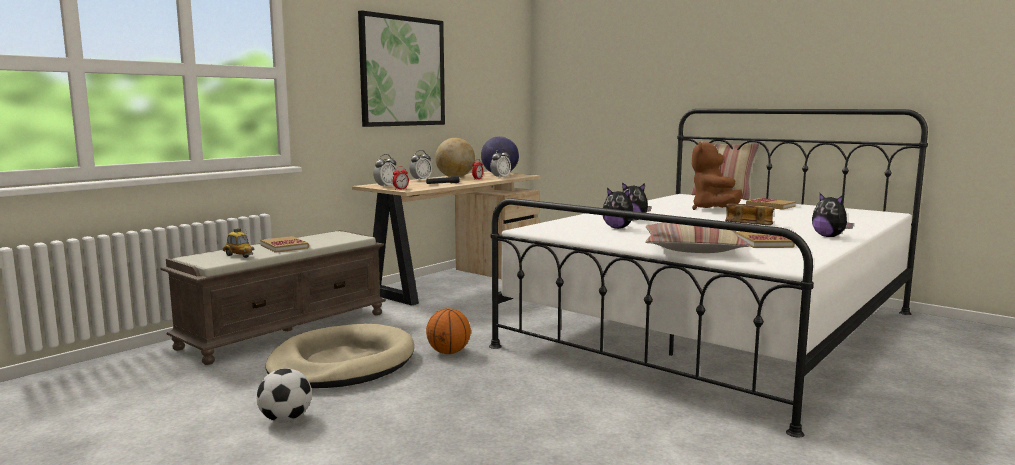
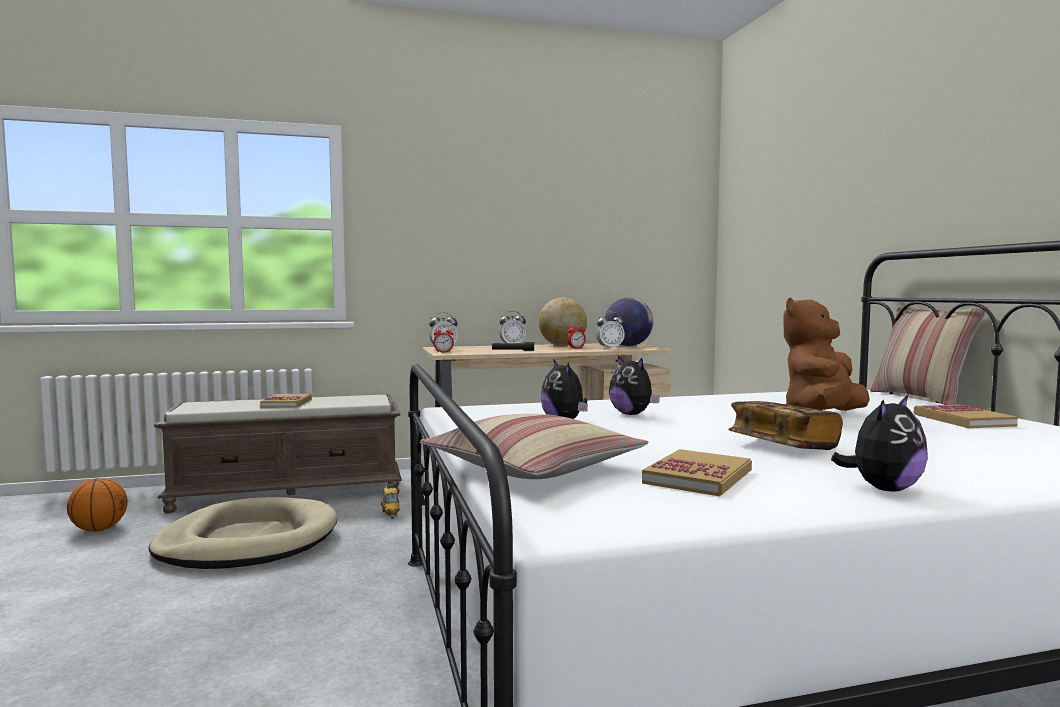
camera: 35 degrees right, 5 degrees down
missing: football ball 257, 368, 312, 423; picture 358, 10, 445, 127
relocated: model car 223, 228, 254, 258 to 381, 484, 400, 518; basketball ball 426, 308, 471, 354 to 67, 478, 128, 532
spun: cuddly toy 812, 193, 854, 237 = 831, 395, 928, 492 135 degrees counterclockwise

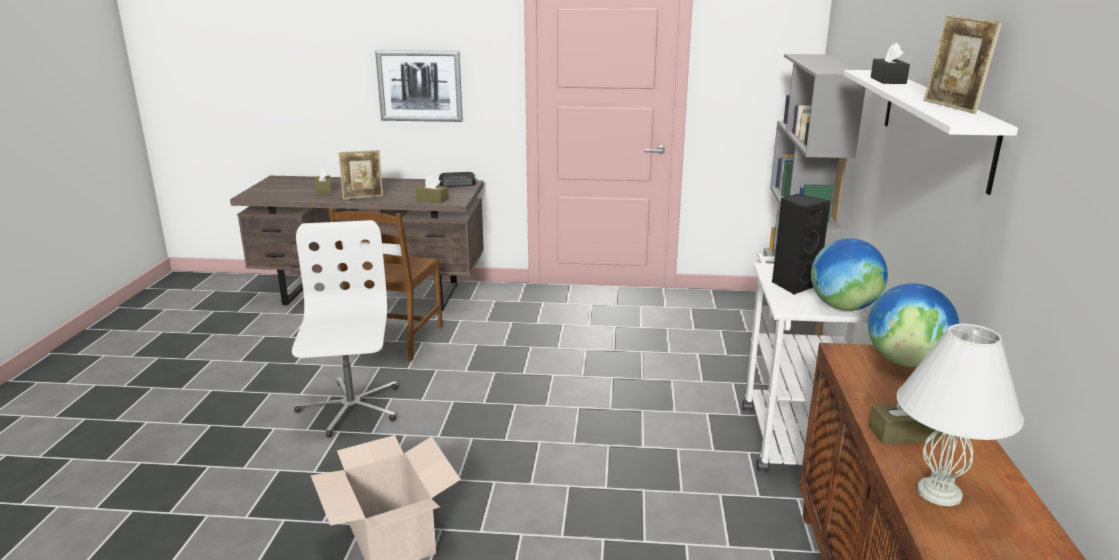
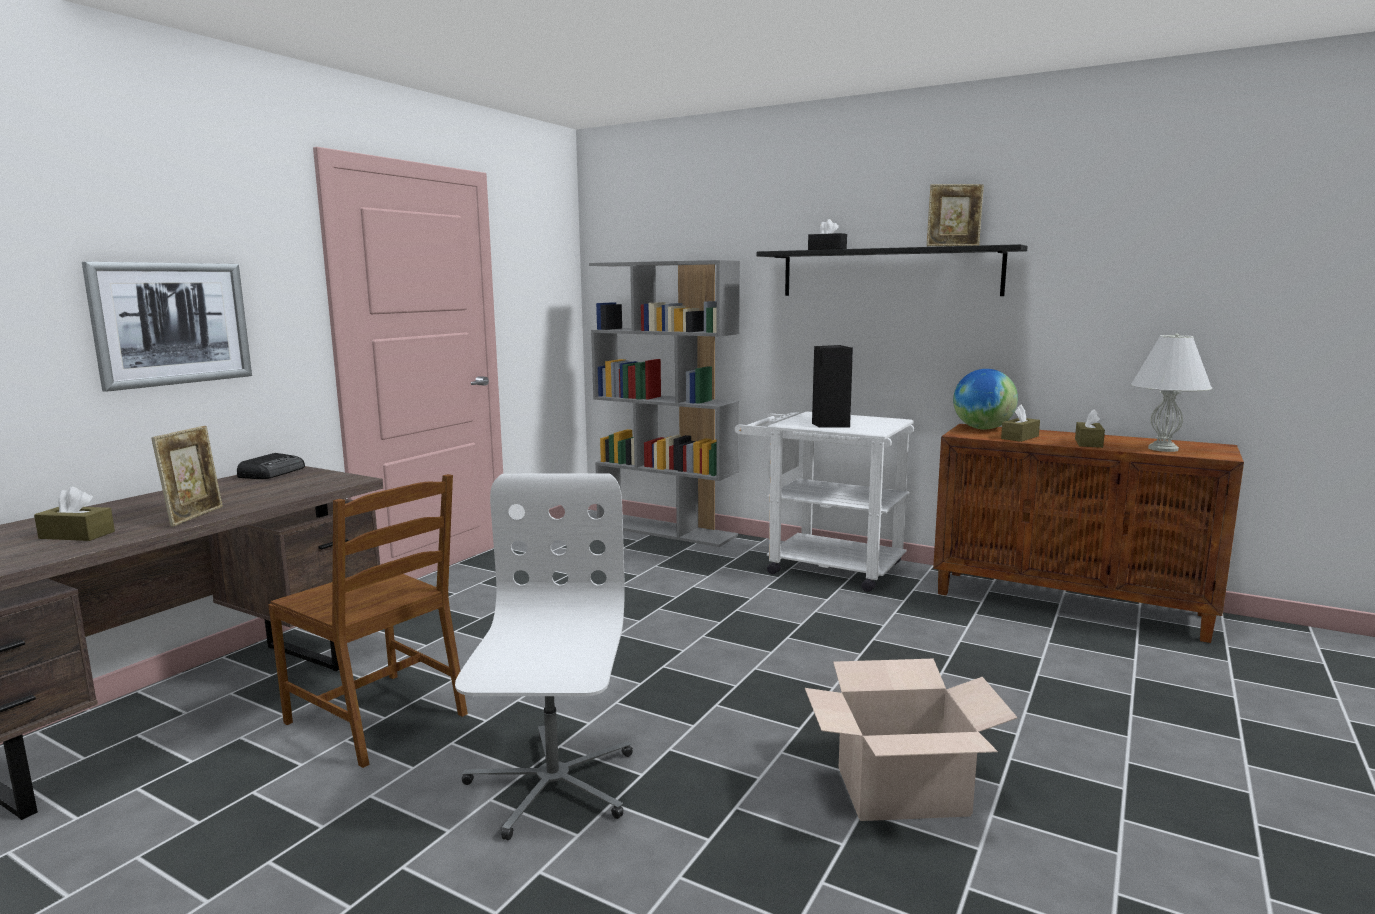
camera: 65 degrees left, 10 degrees down
missing: globe 811, 238, 888, 311
relocated: box of tissues (brown-coloured) 415, 175, 449, 203 to 1001, 405, 1040, 442
colour: bracket shelf (whitish) 843, 70, 1018, 195 to bracket shelf (black) 757, 244, 1028, 296
spun: office chair (whitish) 292, 220, 398, 437 = 455, 473, 633, 840 75 degrees clockwise

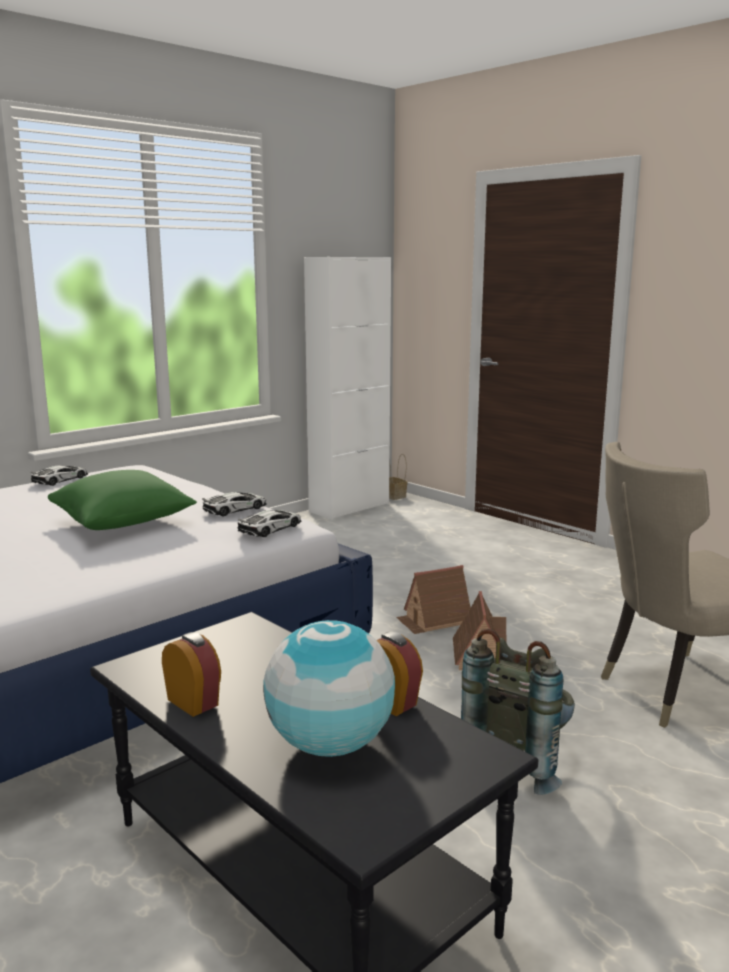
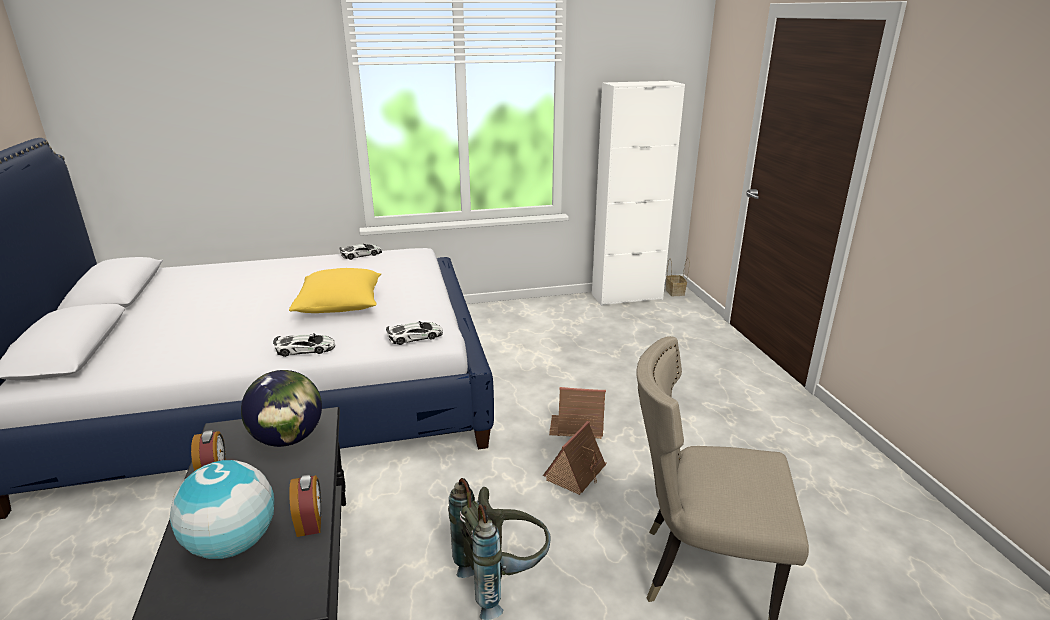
camera: 30 degrees right, 10 degrees up
appeared: globe 241, 370, 322, 447
relocated: model car 202, 492, 267, 516 to 273, 333, 335, 357
colour: pillow (greenish) 48, 470, 197, 530 to pillow (yellow-coloured) 289, 268, 381, 313

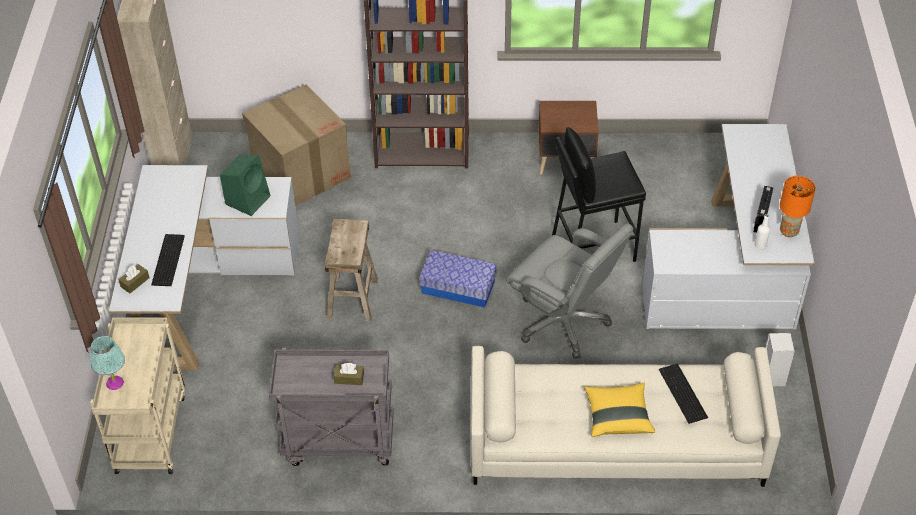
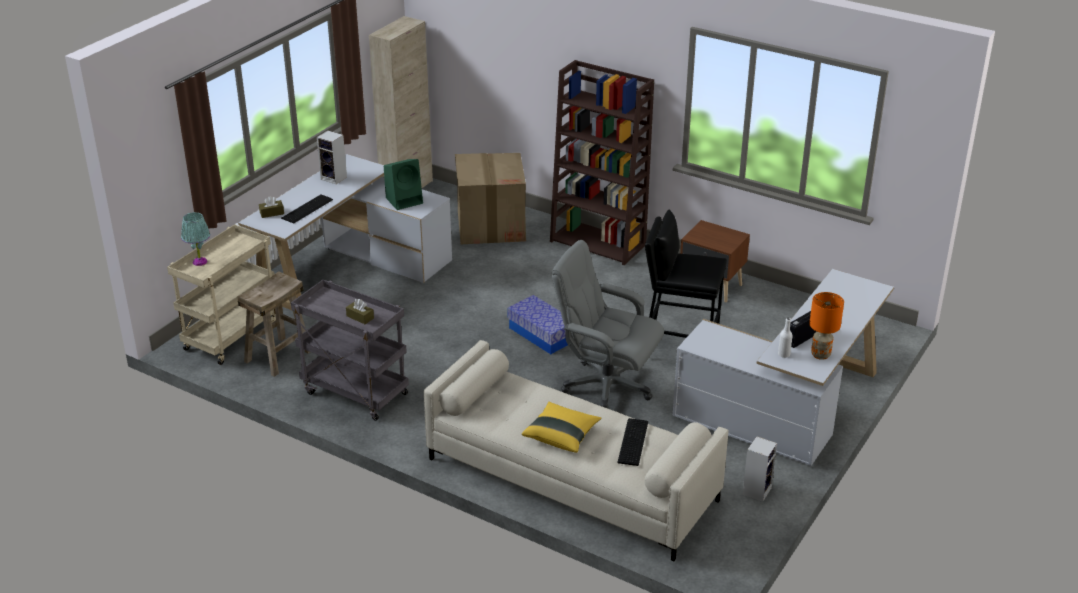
camera: 30 degrees right, 15 degrees down
appeared: speaker 317, 131, 347, 184
relocated: stool seat (sand-coloured) 325, 219, 378, 322 to 237, 271, 310, 377
spun: office chair (greyish) 506, 223, 633, 359 = 552, 240, 664, 408 135 degrees clockwise

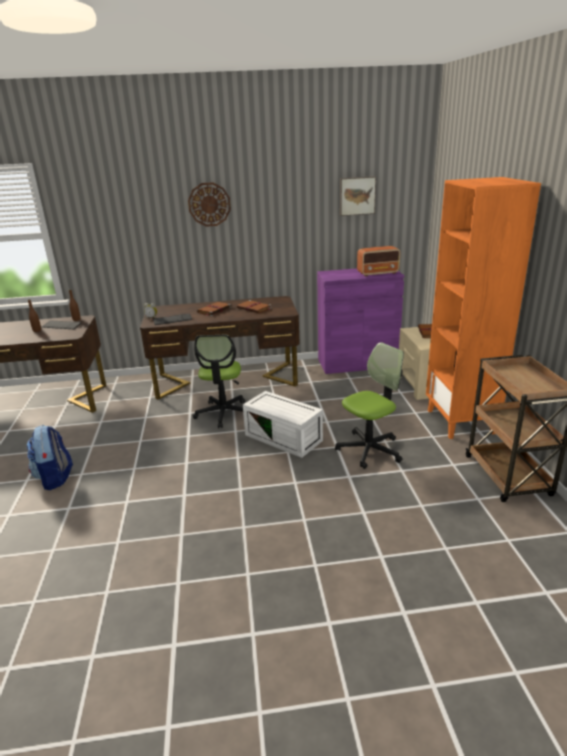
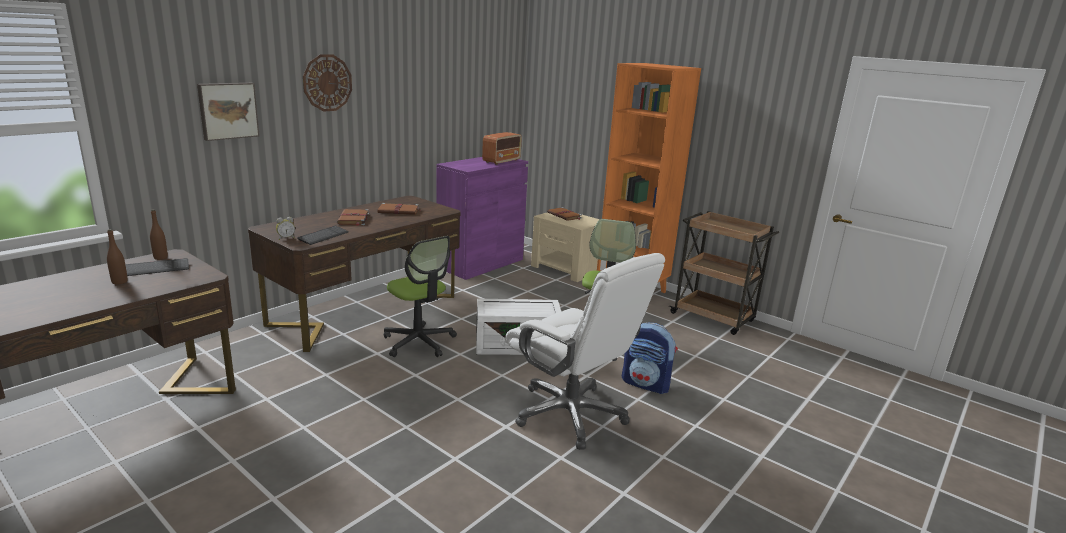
camera: 45 degrees left, 5 degrees down
appeared: office chair (whitish) 505, 253, 665, 450
relocated: knapsack 27, 425, 73, 490 to 622, 323, 678, 394; picture 340, 176, 376, 216 to 197, 83, 260, 141

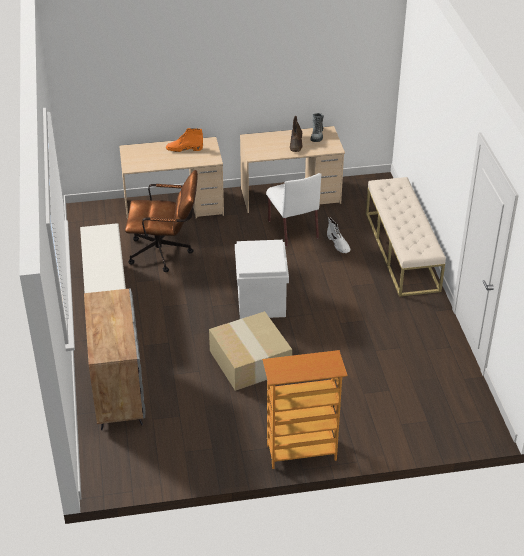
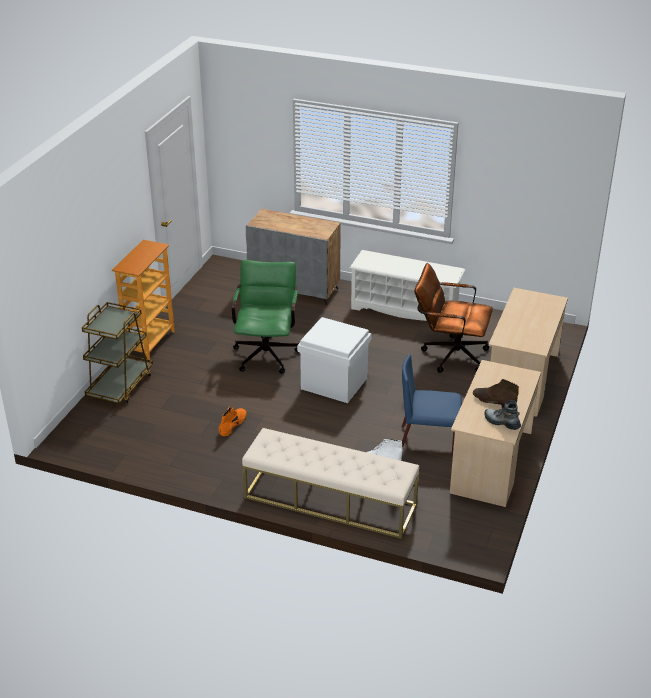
camera: 120 degrees right, 5 degrees down
appeared: trolley (brown-coloured) 82, 302, 153, 404
relocated: tall boot (orange-coloured) 166, 128, 203, 152 to 218, 406, 247, 436
exchanged: carton 209, 311, 292, 391 to office chair (greenish) 232, 260, 299, 374
colour: upright chair (whitish) 266, 173, 321, 247 to upright chair (blue) 402, 354, 462, 457
spun: office chair (brown-coloured) 125, 170, 198, 272 = 414, 263, 493, 373 75 degrees clockwise

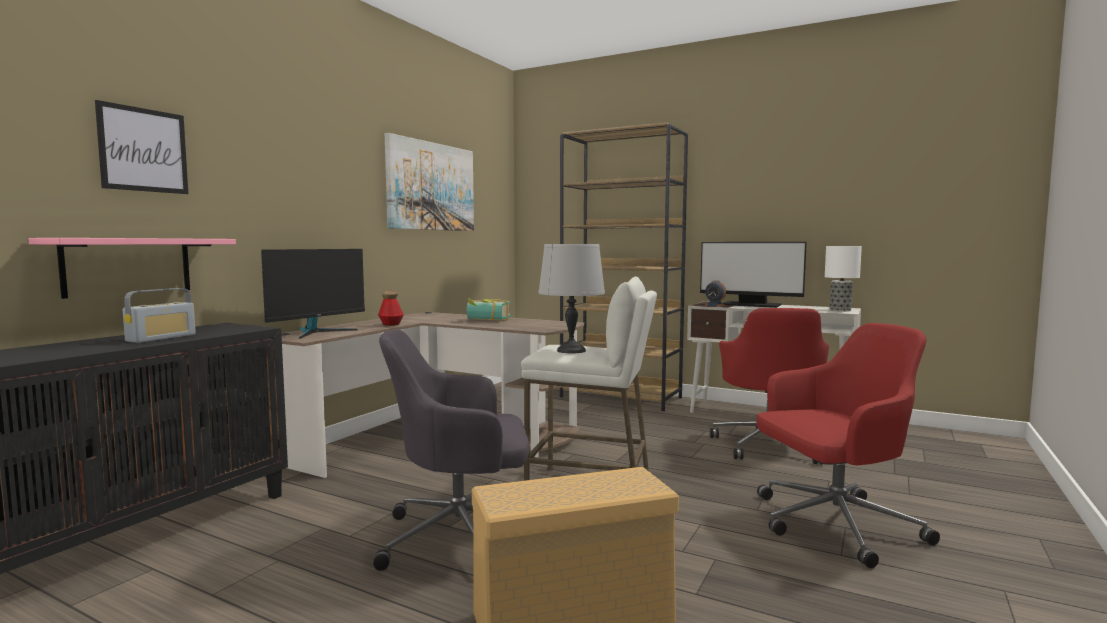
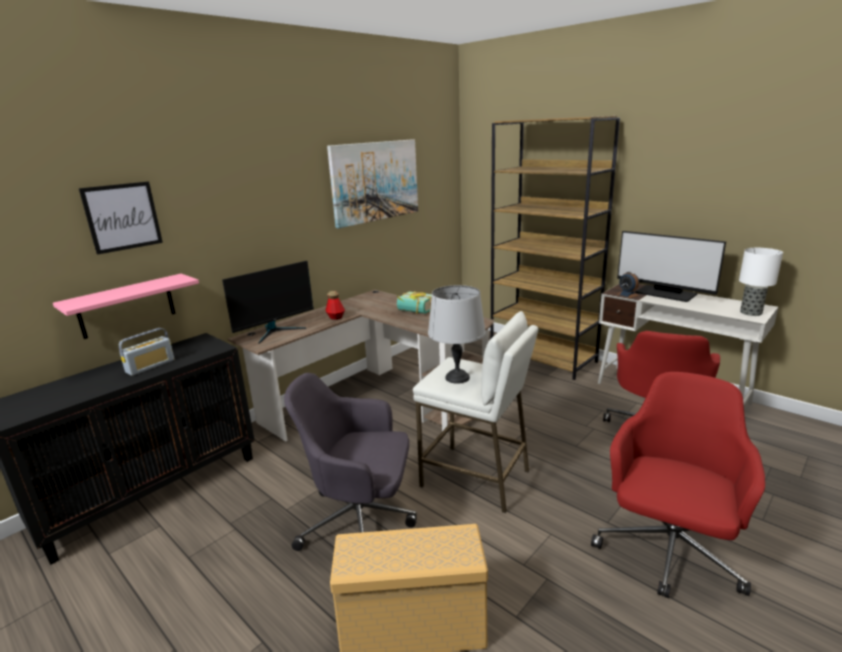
camera: 15 degrees right, 15 degrees up
spun: office chair (red-coloured) 756, 323, 940, 568 = 591, 372, 765, 598 60 degrees counterclockwise

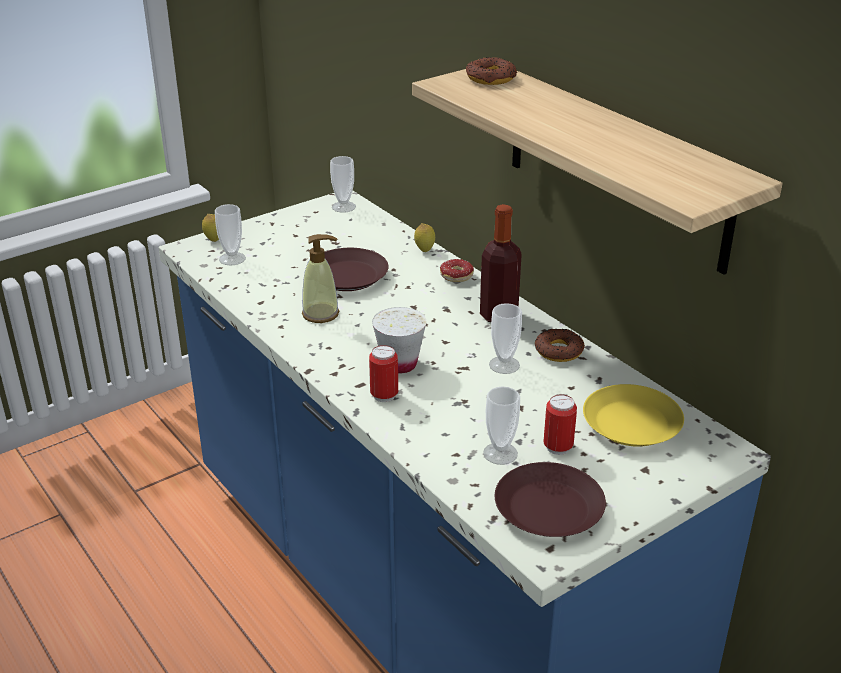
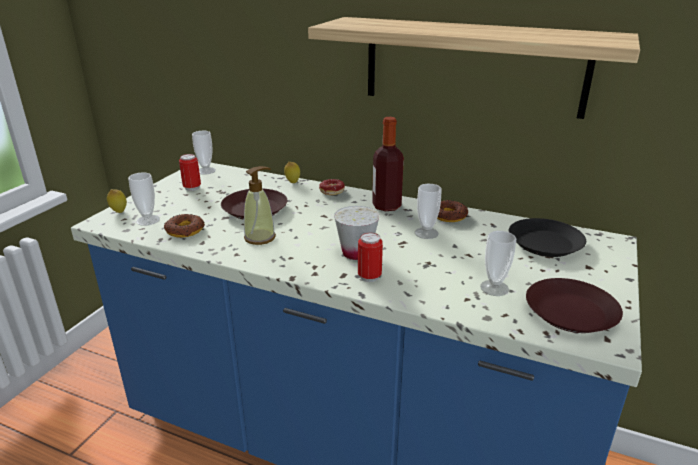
camera: 30 degrees left, 5 degrees down
relocated: doughnut 466, 57, 517, 85 to 164, 214, 205, 238; can 543, 394, 577, 455 to 179, 154, 201, 191
colour: dinner plate (yellow-coloured) 583, 384, 684, 447 to dinner plate (black) 509, 218, 586, 257

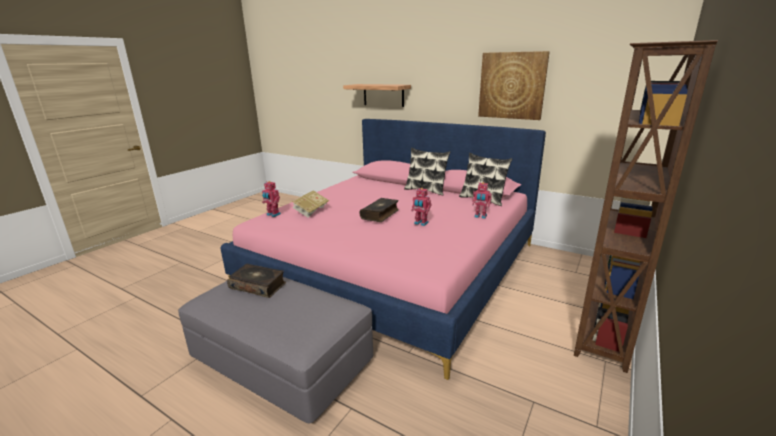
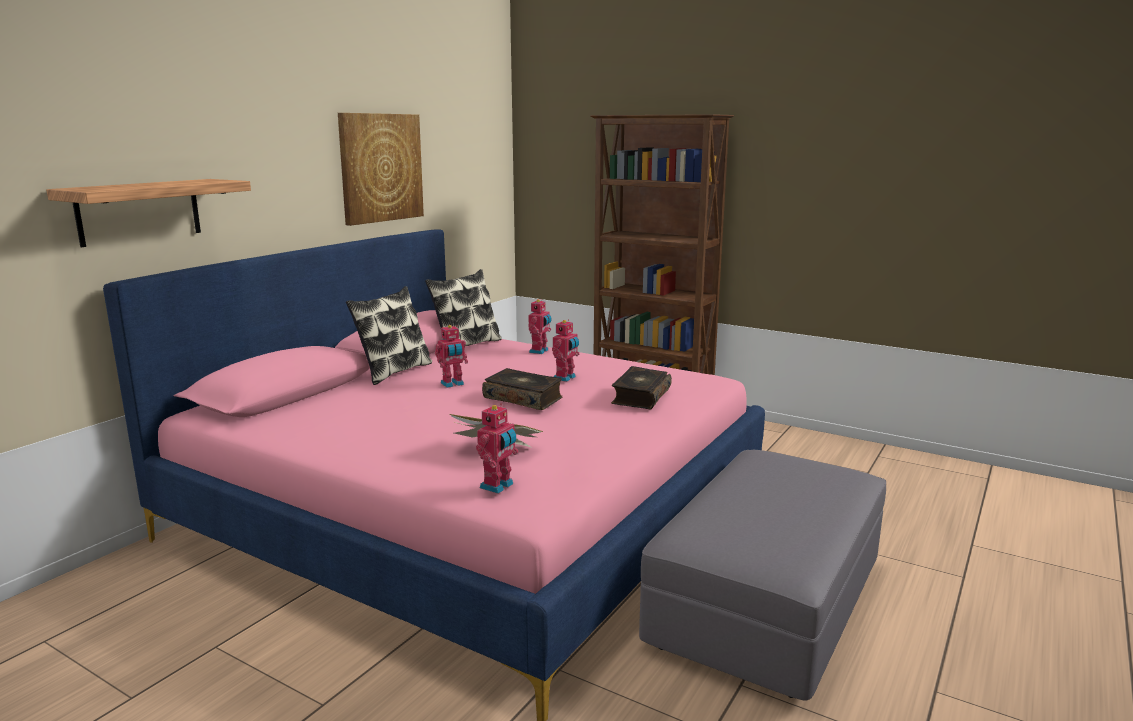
camera: 90 degrees left, 5 degrees down
appeared: model robot 435, 325, 468, 388
relocated: bound book 227, 264, 286, 298 to 611, 366, 672, 409

